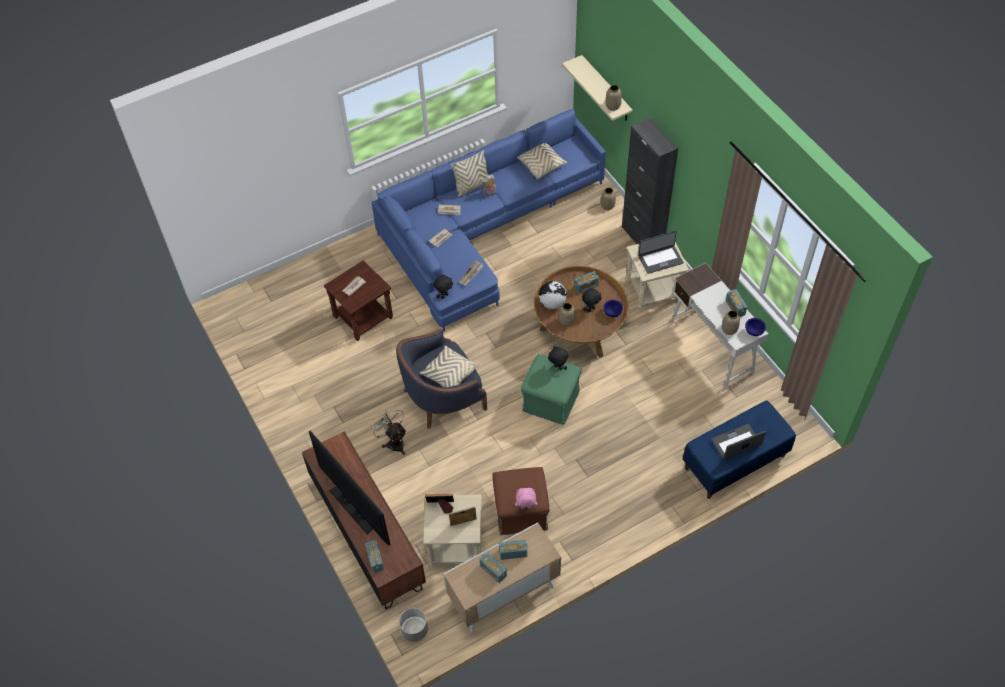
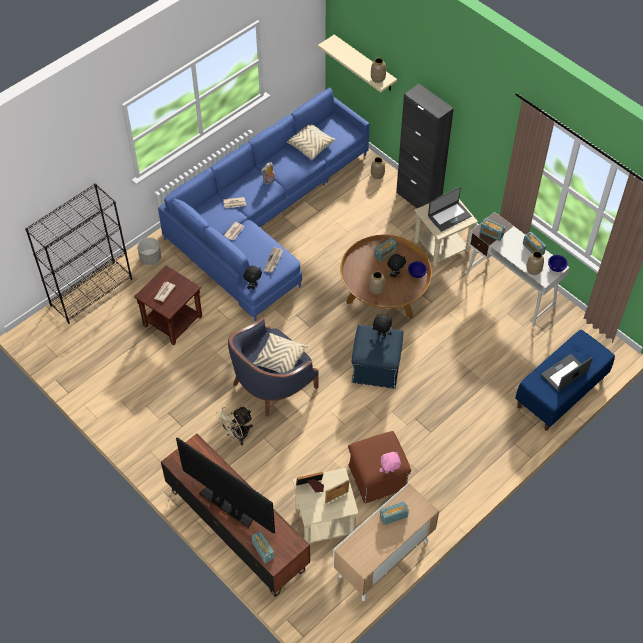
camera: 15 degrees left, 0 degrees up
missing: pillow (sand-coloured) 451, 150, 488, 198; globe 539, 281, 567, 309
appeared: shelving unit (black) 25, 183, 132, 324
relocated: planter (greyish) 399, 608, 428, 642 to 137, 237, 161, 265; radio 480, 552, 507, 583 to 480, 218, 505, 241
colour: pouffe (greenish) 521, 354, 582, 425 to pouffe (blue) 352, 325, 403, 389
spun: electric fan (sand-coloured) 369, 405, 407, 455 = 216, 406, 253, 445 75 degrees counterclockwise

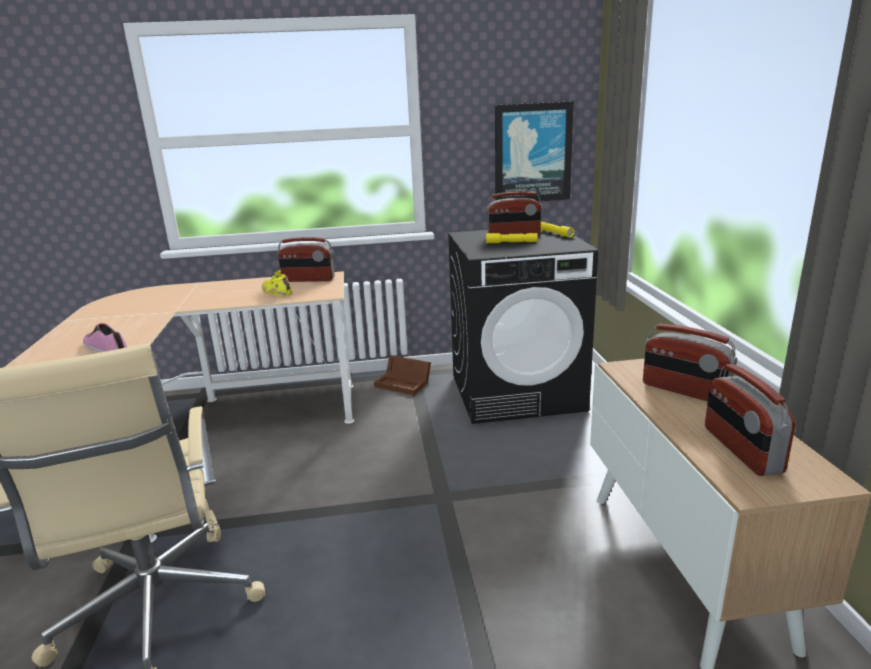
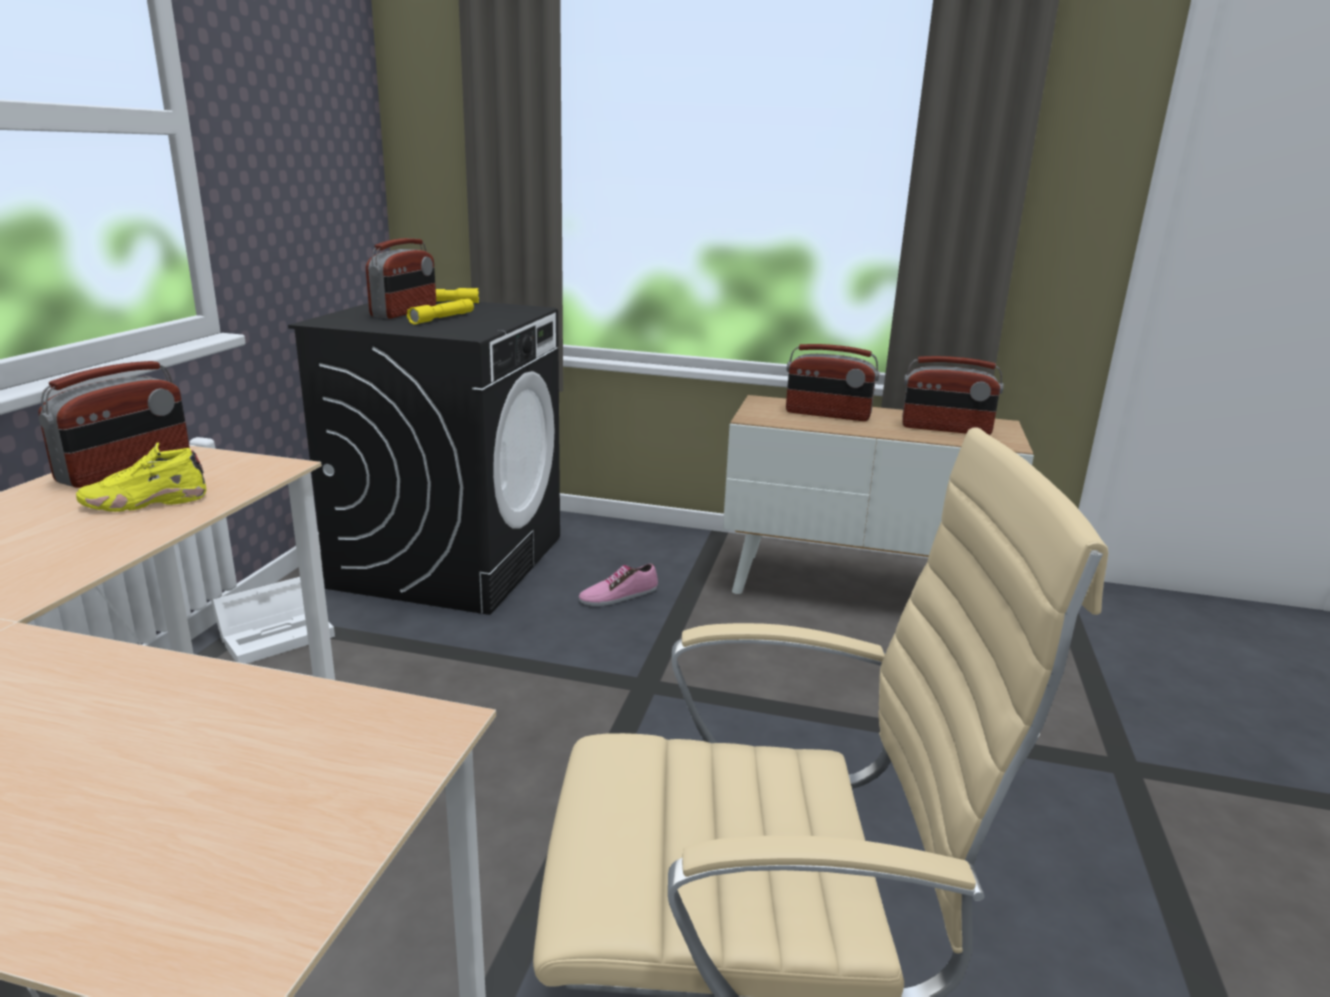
camera: 70 degrees left, 0 degrees up
missing: picture 495, 101, 574, 202
relocated: shoe 83, 323, 127, 352 to 579, 563, 658, 606
colour: storage container (brown-coloured) 374, 355, 431, 395 to storage container (whitish) 211, 577, 335, 664
spun: radio 643, 324, 737, 401 = 786, 344, 880, 421 45 degrees clockwise

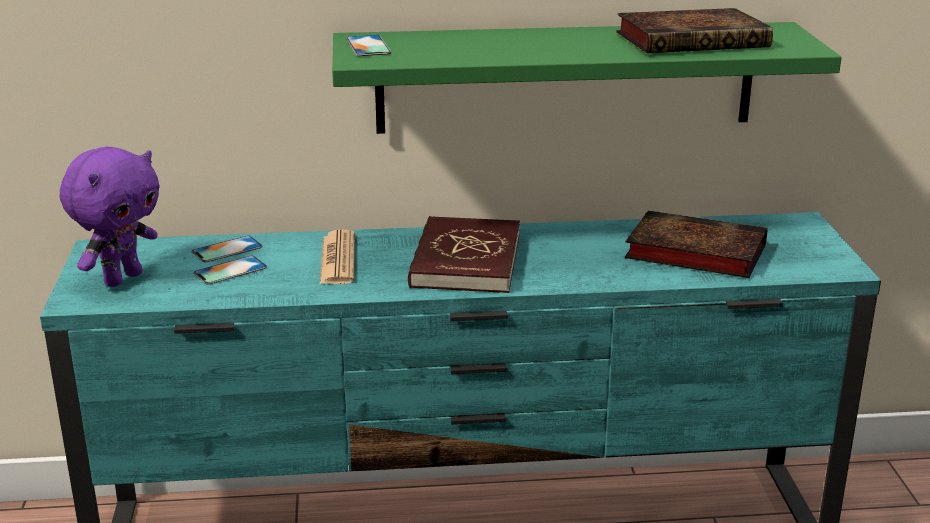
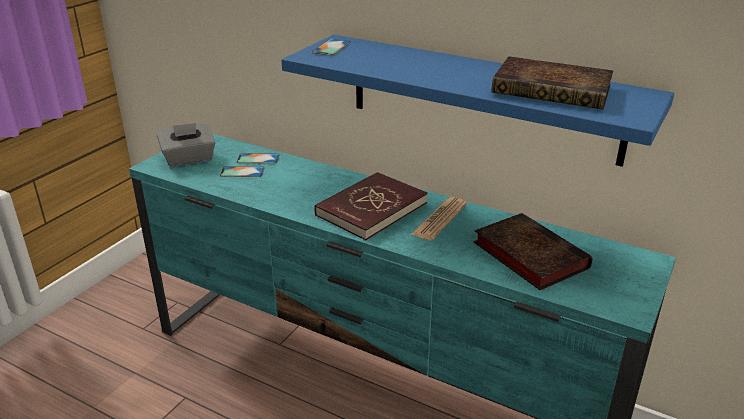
camera: 35 degrees right, 5 degrees up
relocated: printed paper 320, 229, 355, 284 to 411, 197, 467, 241
exchanged: cuddly toy (purple) 60, 147, 160, 287 to box of tissues (greyish) 157, 123, 215, 167
colour: bracket shelf (greenish) 332, 22, 842, 134 to bracket shelf (blue) 281, 35, 674, 167

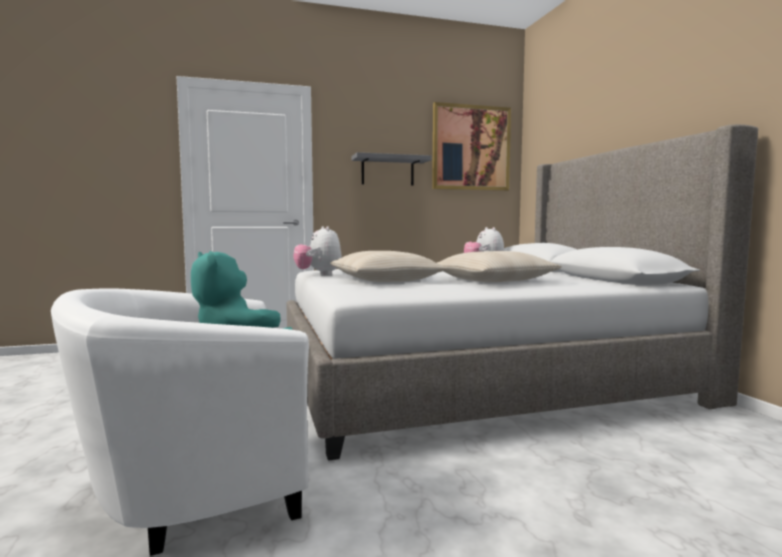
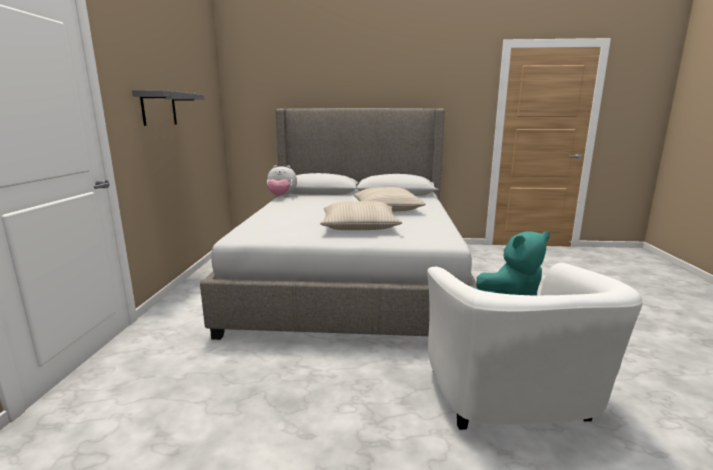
camera: 70 degrees left, 10 degrees up
missing: cuddly toy 293, 226, 342, 275; picture 432, 102, 511, 191

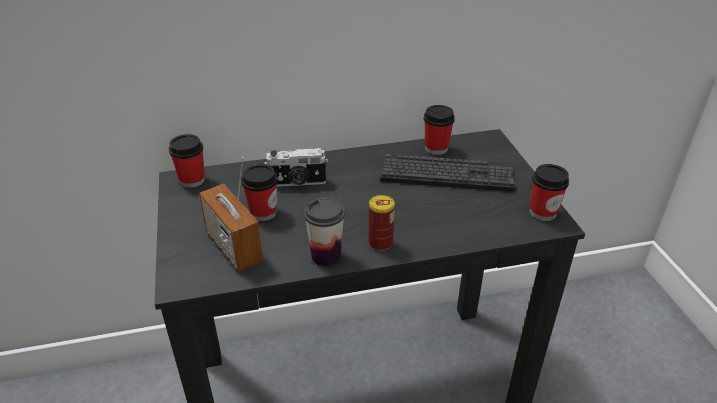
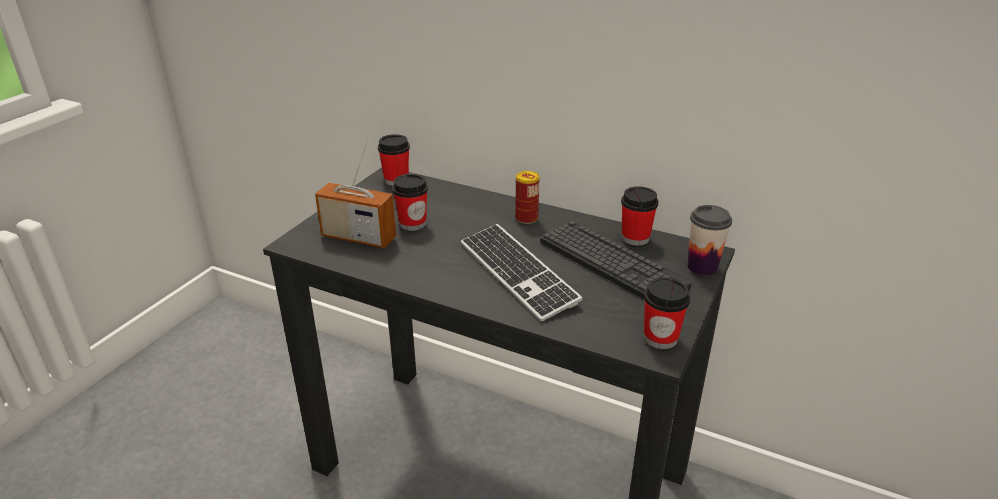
camera: 40 degrees right, 5 degrees down
missing: still camera 264, 148, 328, 187
appeared: PC keyboard 461, 224, 583, 322
relocated: small cup 304, 198, 345, 267 to 688, 205, 732, 276; can 368, 195, 395, 251 to 515, 171, 539, 224
spun: radio 199, 157, 263, 272 = 315, 137, 396, 248 75 degrees counterclockwise

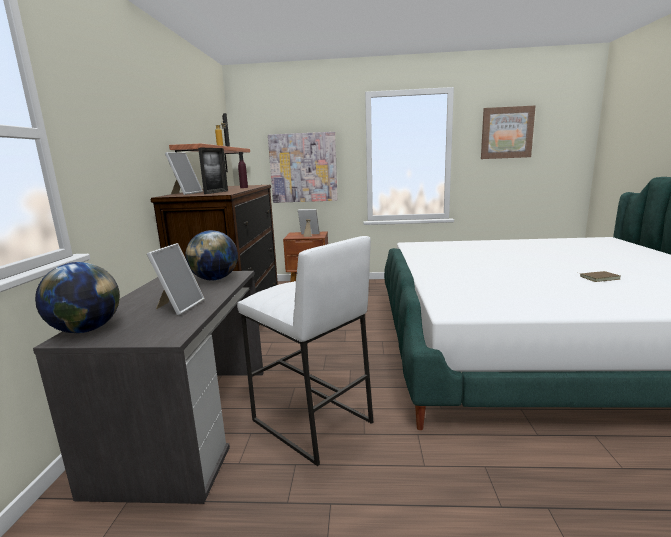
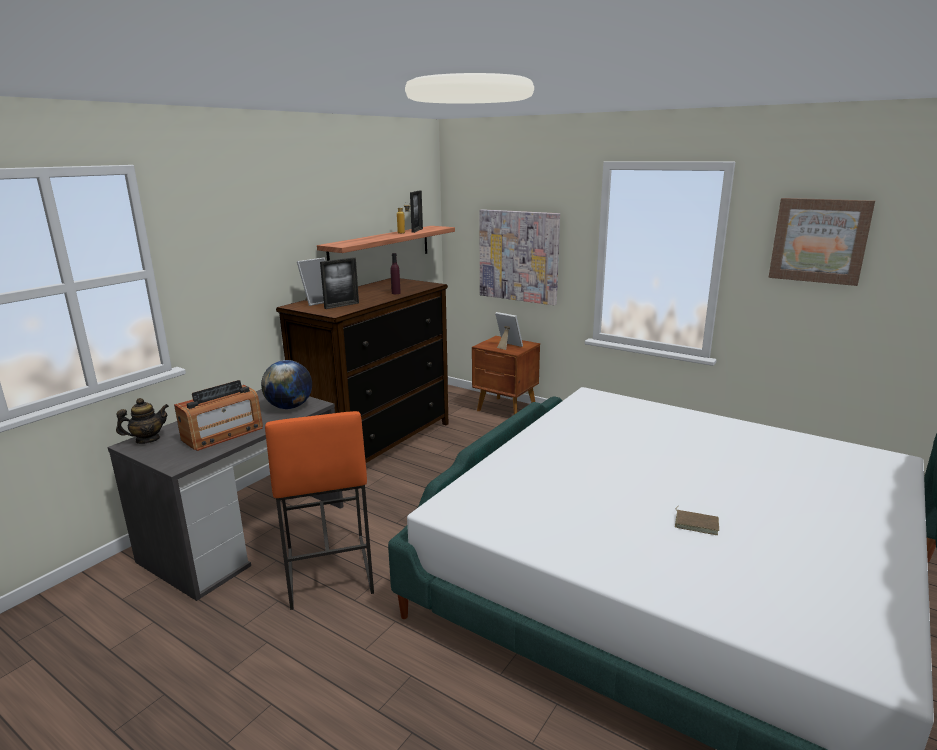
camera: 30 degrees right, 5 degrees up
exchanged: globe 35, 262, 120, 333 to tea pot 116, 398, 169, 444; photo frame 147, 243, 205, 315 to radio 174, 380, 263, 451
colour: stool seat (whitish) 237, 236, 374, 466 to stool seat (orange-coloured) 265, 411, 374, 610

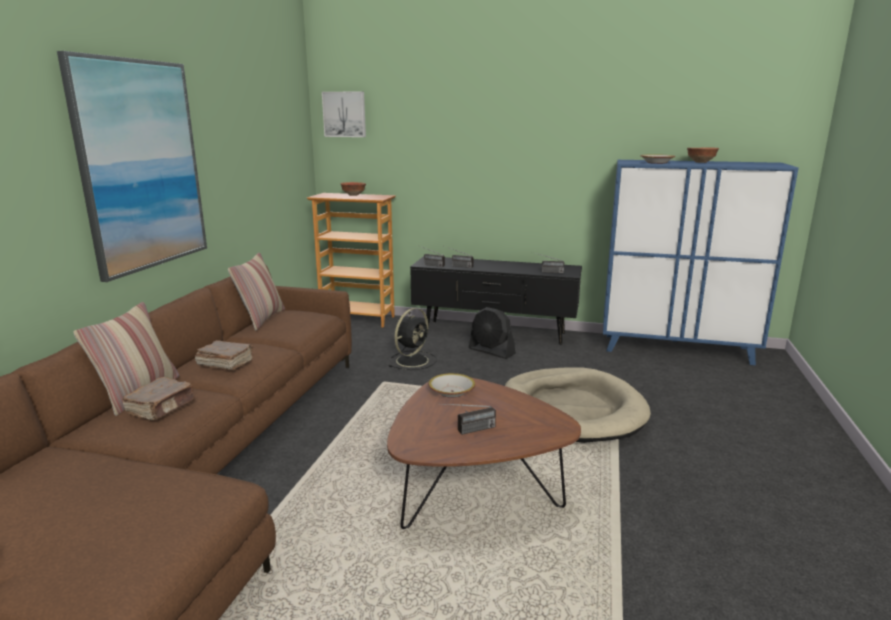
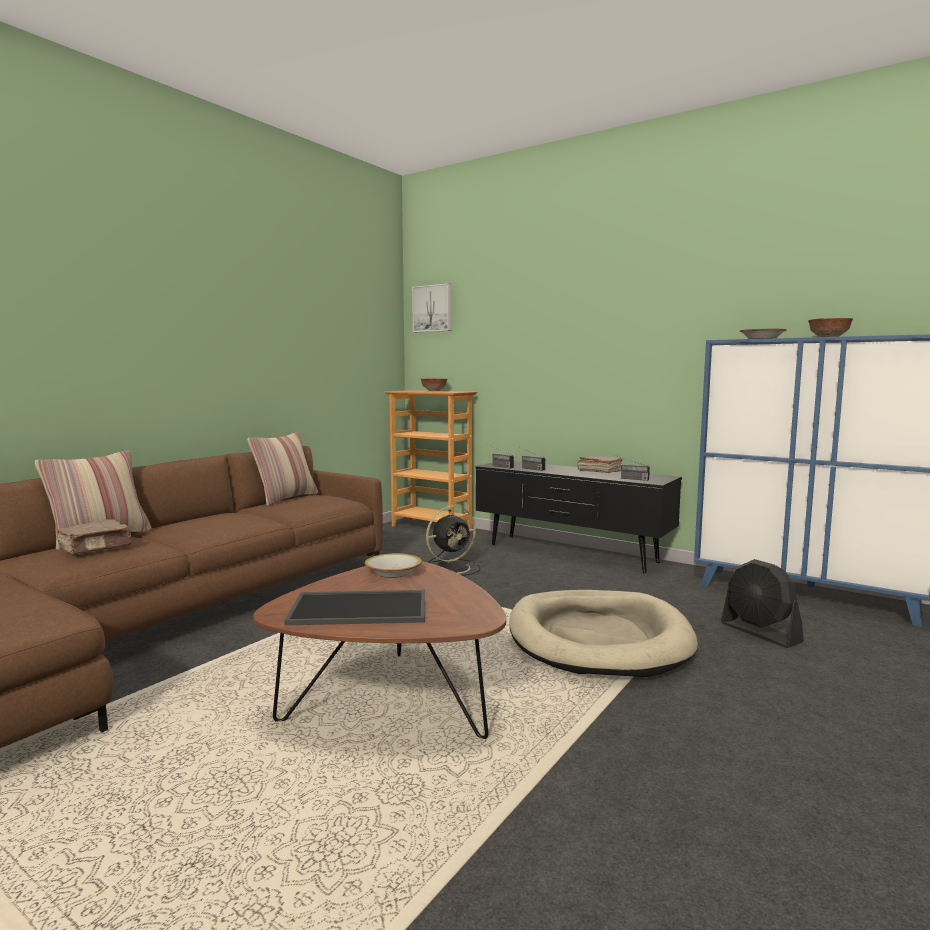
camera: 20 degrees right, 10 degrees down
missing: picture 57, 51, 207, 282
relocated: bound book (brown-coloured) 195, 340, 253, 370 to 577, 455, 623, 473; electric fan (black) 469, 307, 516, 359 to 721, 559, 804, 648
exchanged: radio 445, 404, 496, 435 to serving tray 284, 590, 425, 625

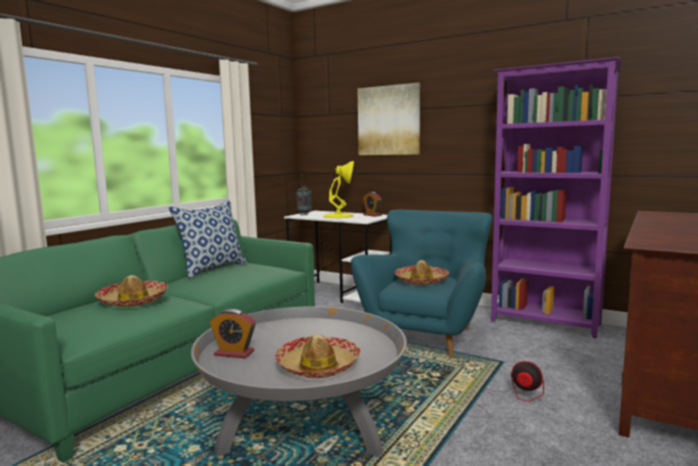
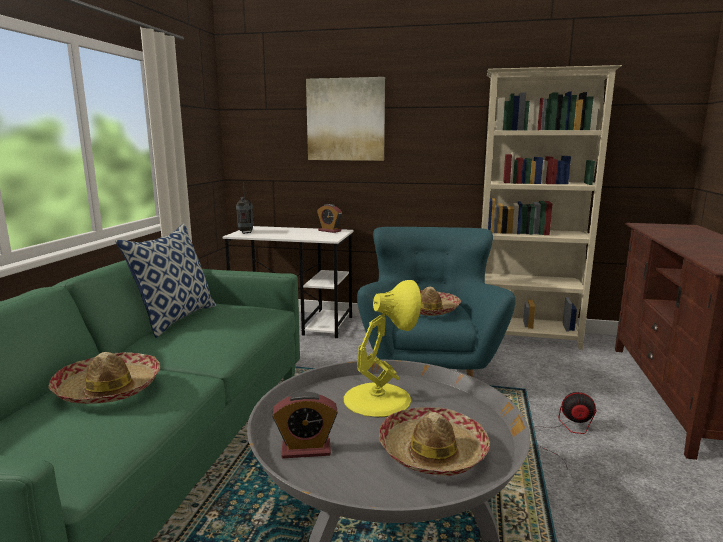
camera: 20 degrees left, 5 degrees up
relocated: tabletop lamp (yellow-coloured) 323, 161, 354, 218 to 344, 280, 421, 417
colour: shelving unit (purple) 491, 57, 623, 339 to shelving unit (sand-coloured) 482, 65, 622, 350

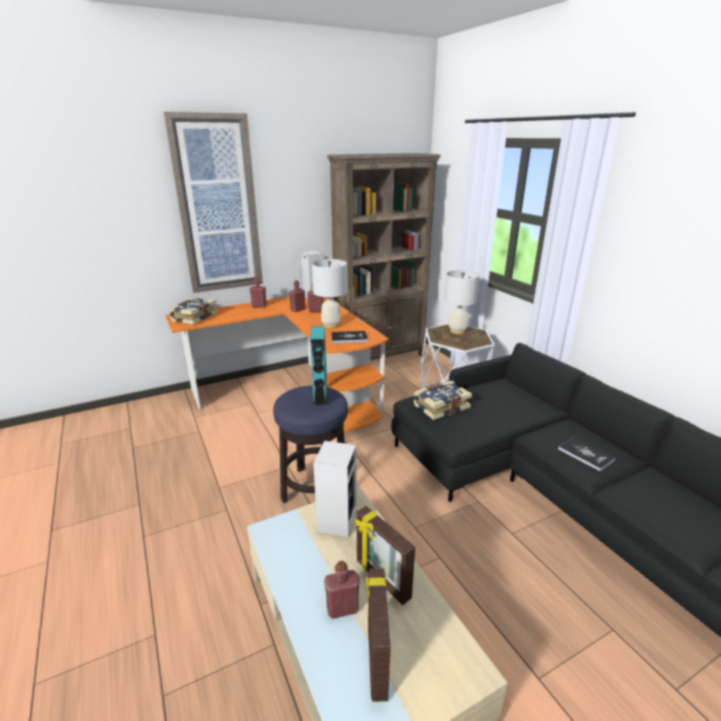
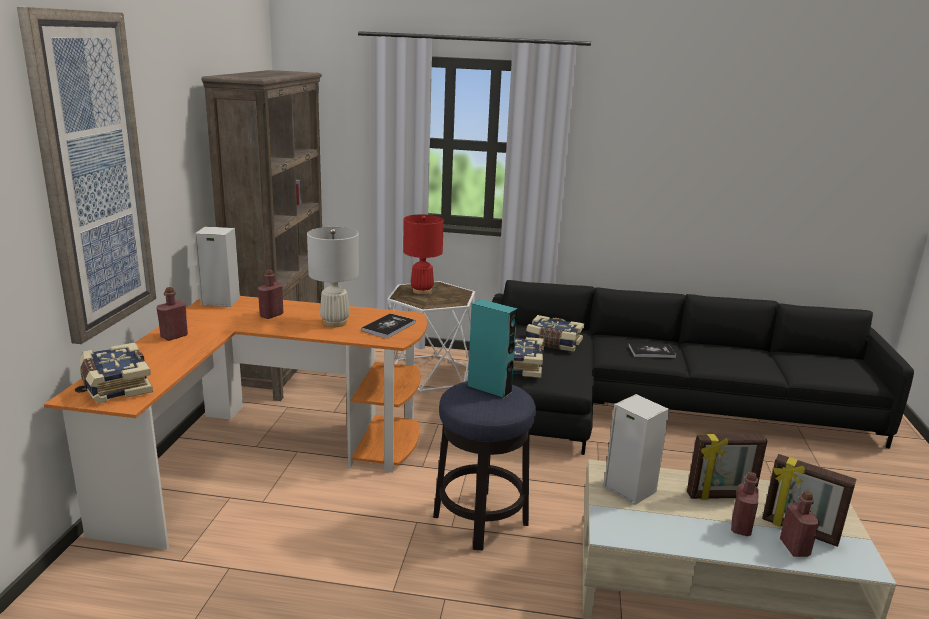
camera: 55 degrees left, 5 degrees down
appeared: bound book 526, 315, 584, 352
relocated: beverage bottle (red-coloured) 289, 280, 305, 312 to 780, 491, 820, 557
colour: tabletop lamp (whitish) 445, 270, 480, 334 to tabletop lamp (red-coloured) 403, 214, 444, 294

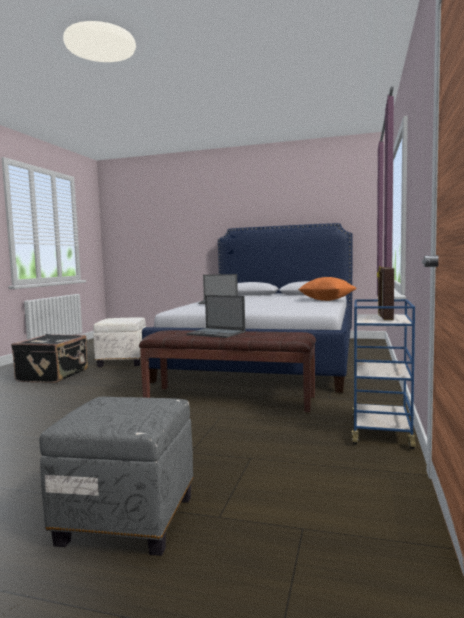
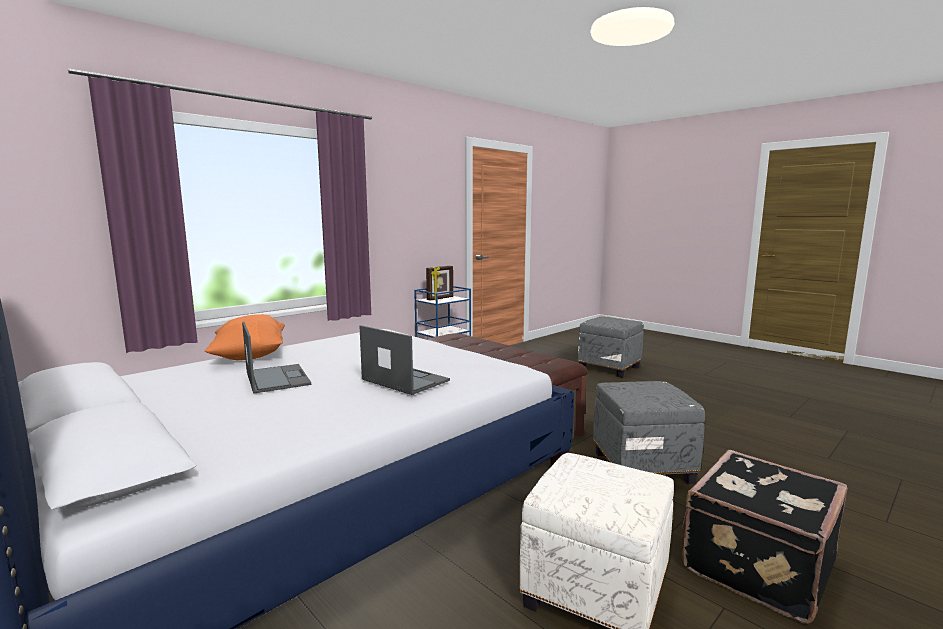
camera: 150 degrees left, 5 degrees up
appeared: pouffe (greyish) 593, 381, 705, 484
relocated: notebook computer 187, 295, 245, 338 to 242, 322, 311, 394

